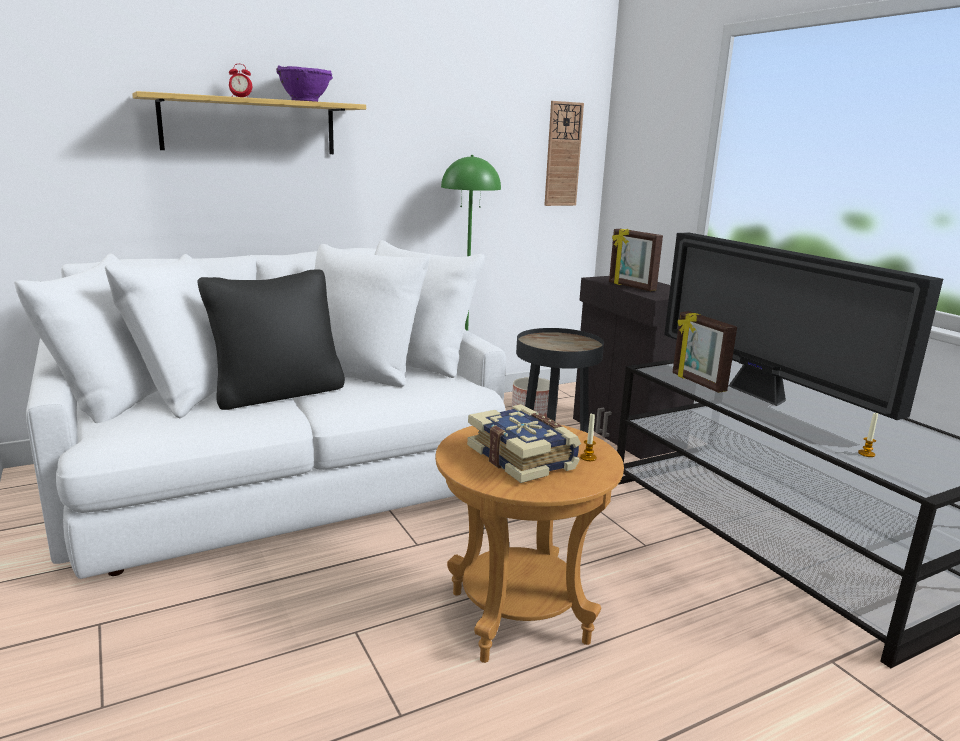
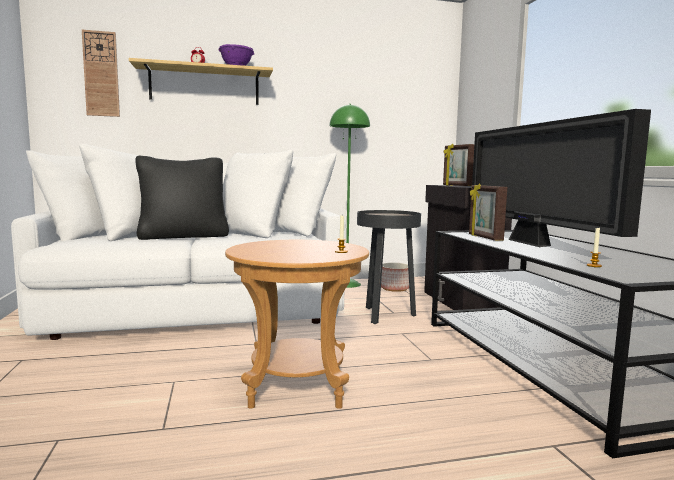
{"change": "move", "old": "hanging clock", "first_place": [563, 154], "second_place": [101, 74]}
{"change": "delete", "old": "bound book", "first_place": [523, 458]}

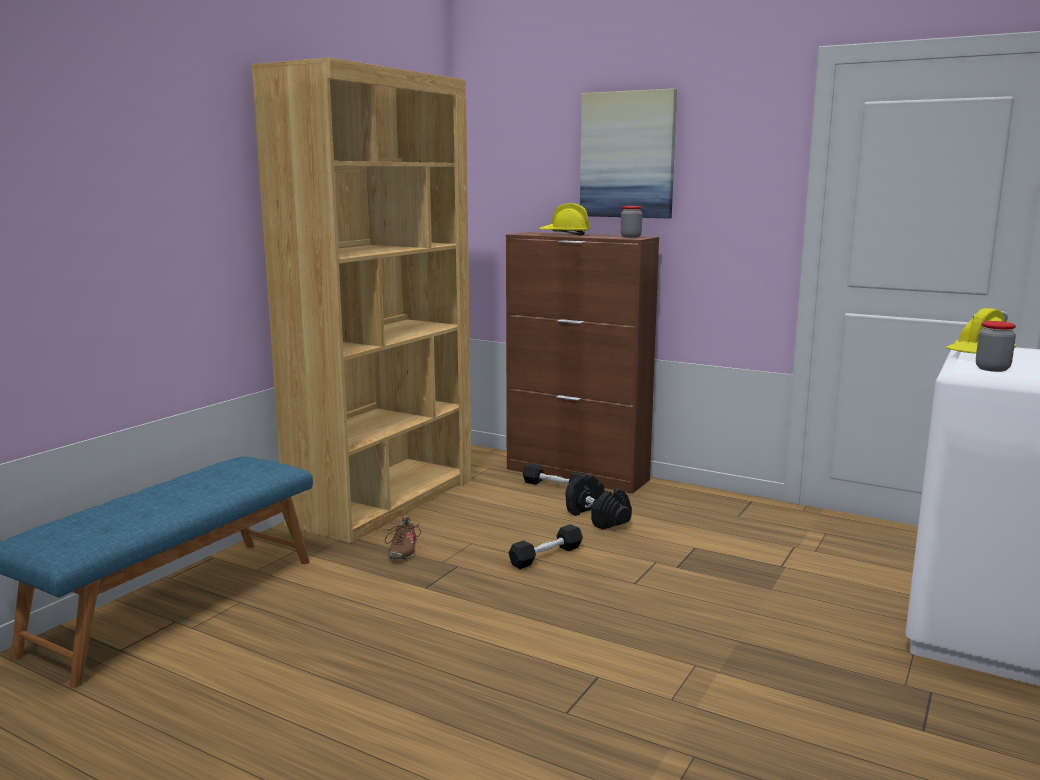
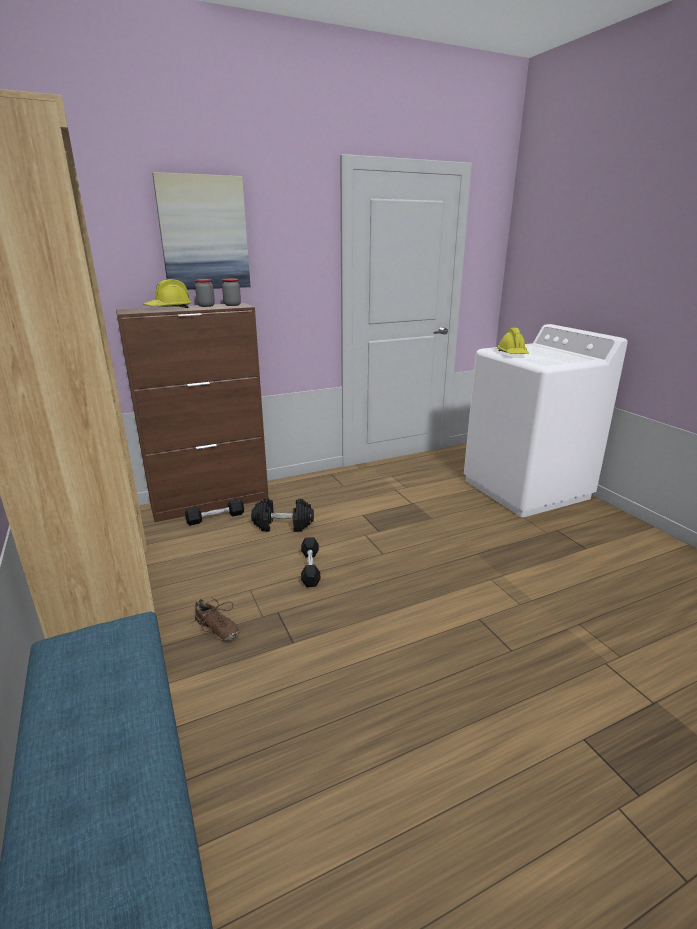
{"change": "move", "old": "storage jar", "first_place": [992, 369], "second_place": [206, 306]}

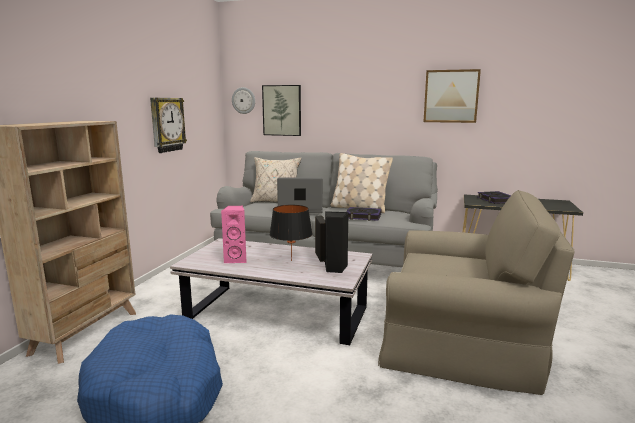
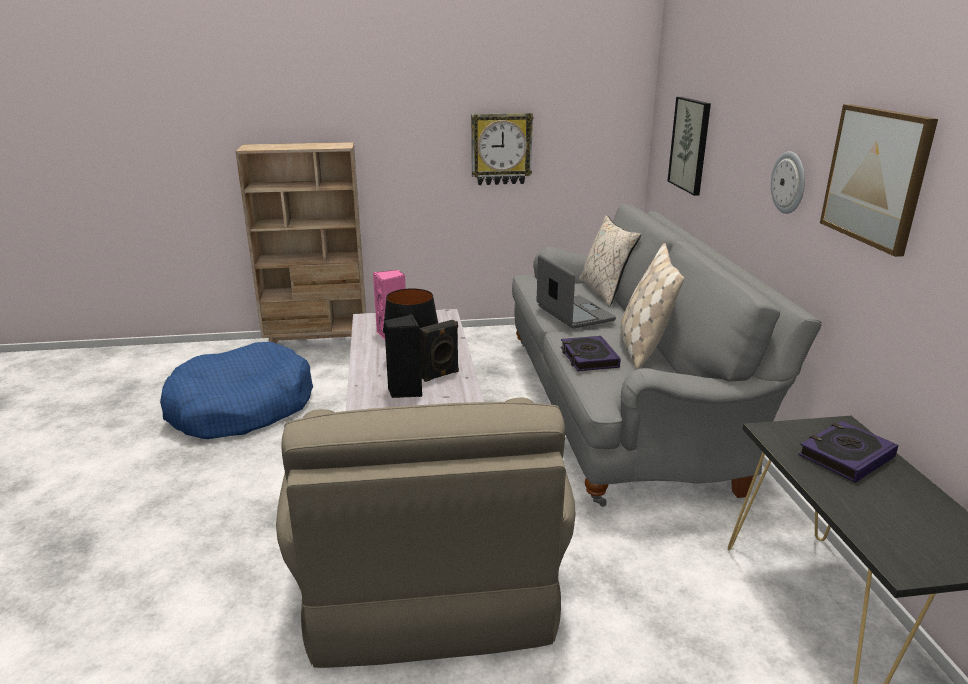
{"change": "move", "old": "hanging clock", "first_place": [243, 100], "second_place": [789, 182]}

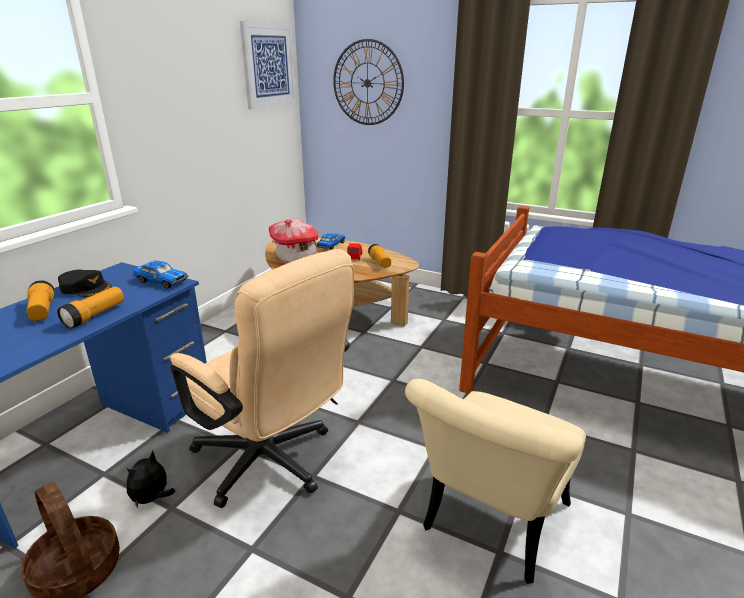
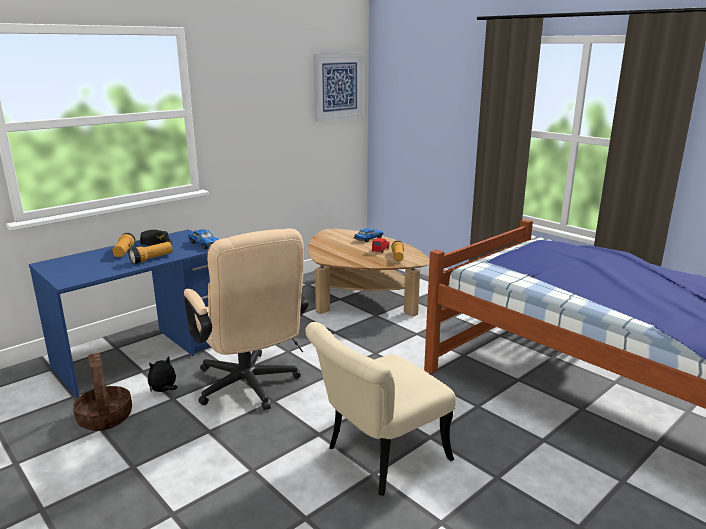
{"change": "delete", "old": "miniature house", "first_place": [296, 257]}
{"change": "delete", "old": "hanging clock", "first_place": [367, 83]}

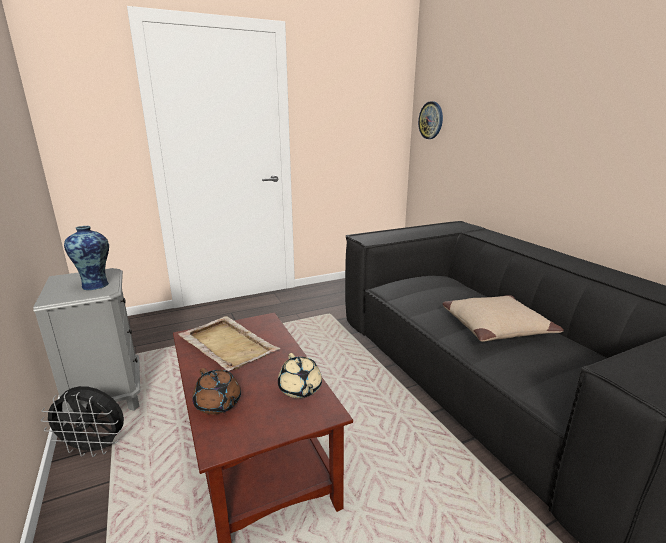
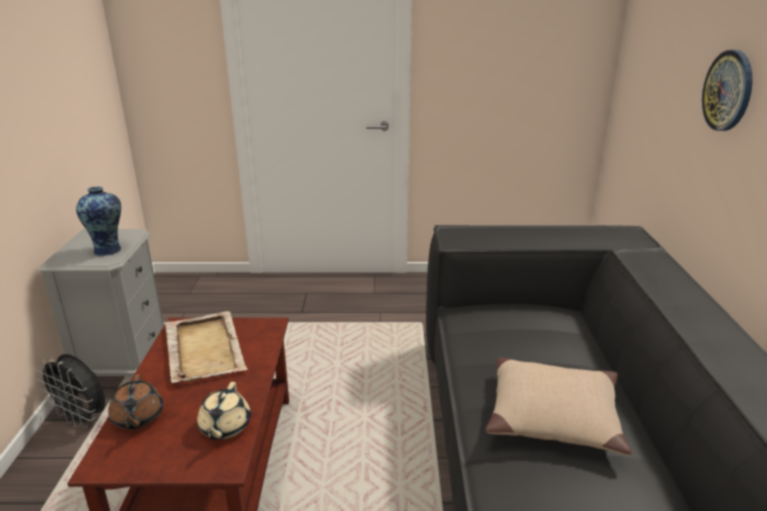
{"change": "move", "old": "hanging clock", "first_place": [431, 120], "second_place": [728, 91]}

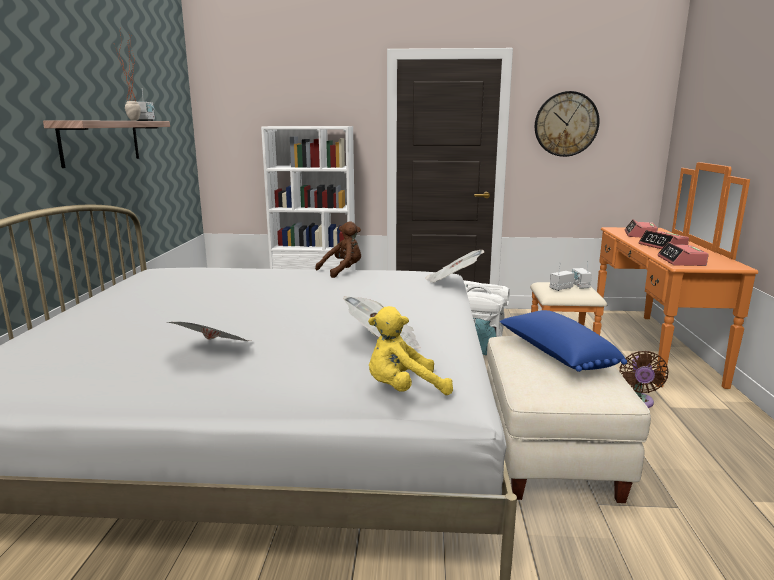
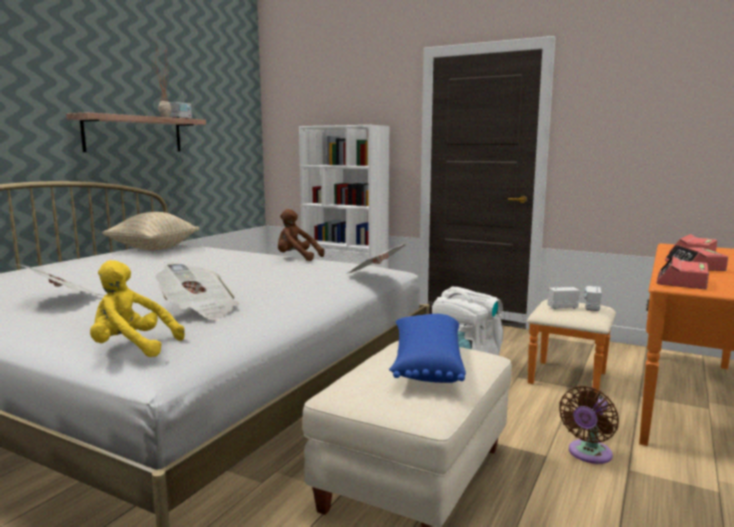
{"change": "insert", "new": "cushion (beige-coloured)", "second_place": [153, 249]}
{"change": "rotate", "old": "plush toy (brown)", "first_place": [343, 271], "second_place": [296, 258], "degrees": -150}
{"change": "delete", "old": "hanging clock", "first_place": [566, 124]}

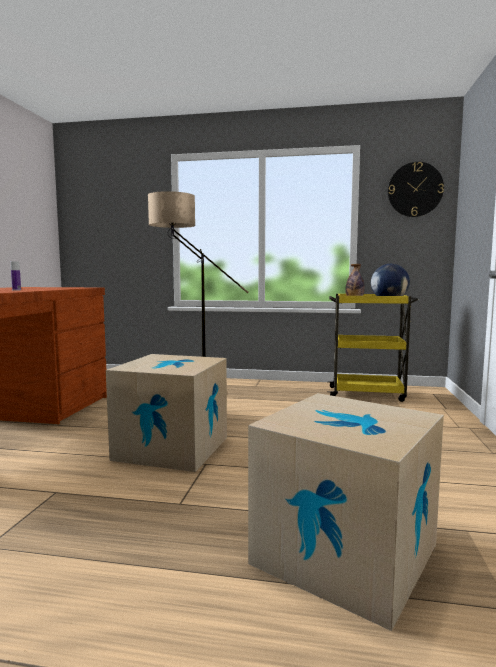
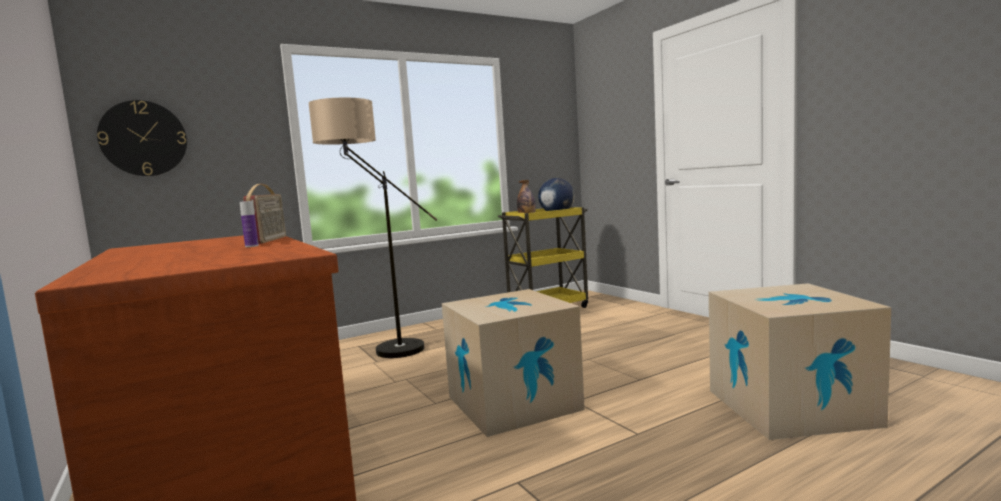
{"change": "move", "old": "hanging clock", "first_place": [415, 189], "second_place": [143, 138]}
{"change": "insert", "new": "radio", "second_place": [269, 240]}

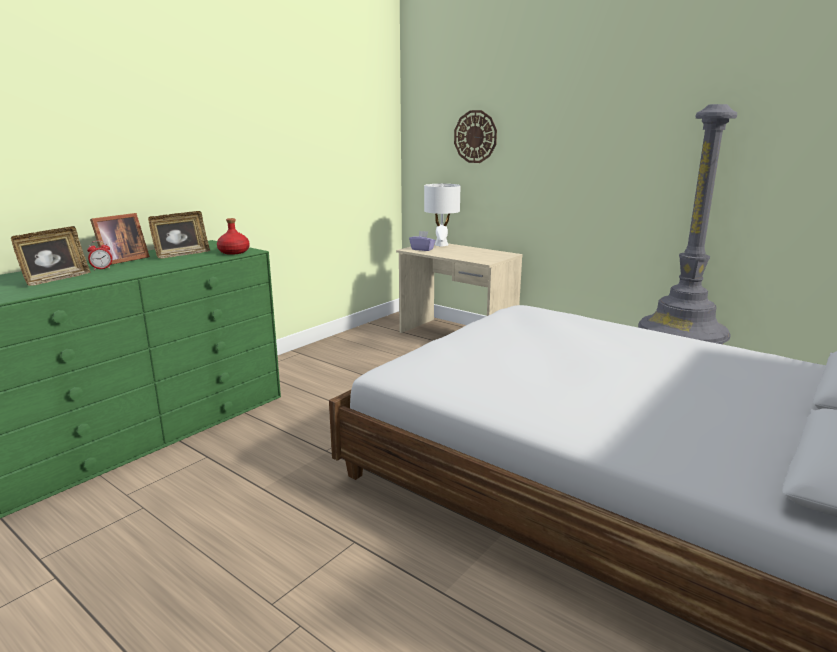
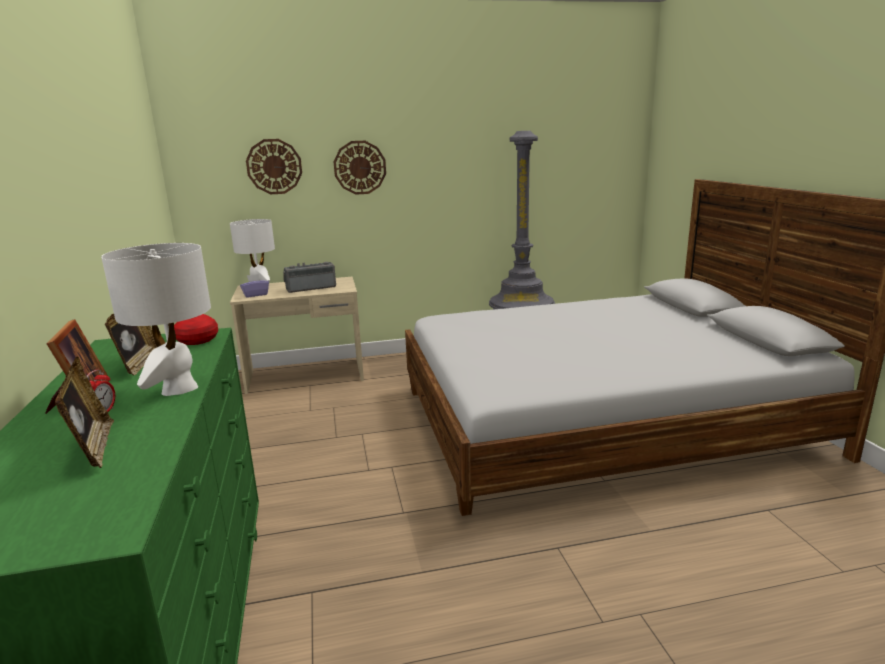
{"change": "insert", "new": "tabletop lamp (white-coloured)", "second_place": [179, 388]}
{"change": "insert", "new": "radio", "second_place": [311, 288]}
{"change": "insert", "new": "hanging clock", "second_place": [360, 167]}

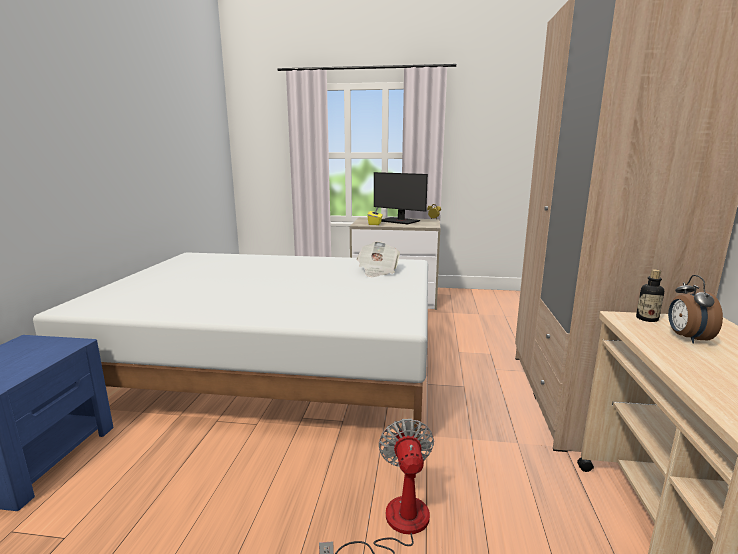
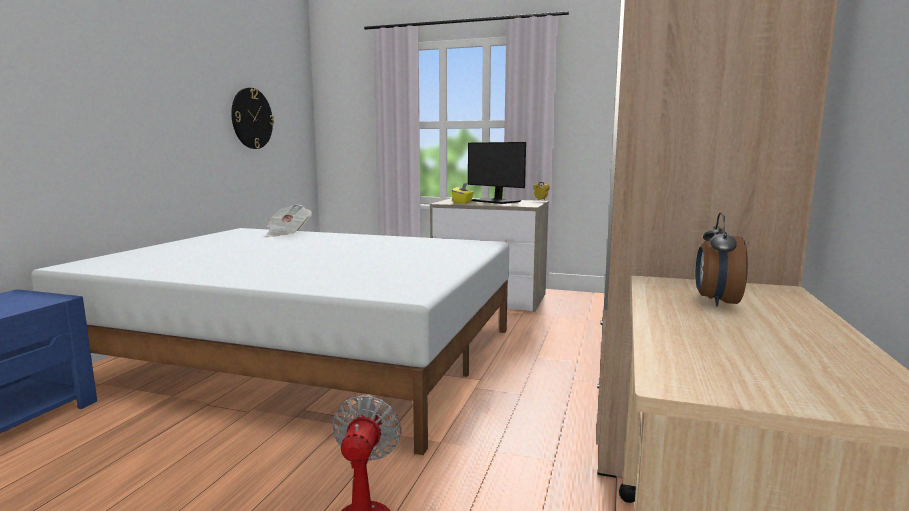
{"change": "insert", "new": "hanging clock", "second_place": [252, 118]}
{"change": "move", "old": "printed paper", "first_place": [377, 271], "second_place": [287, 233]}
{"change": "delete", "old": "bottle", "first_place": [647, 319]}

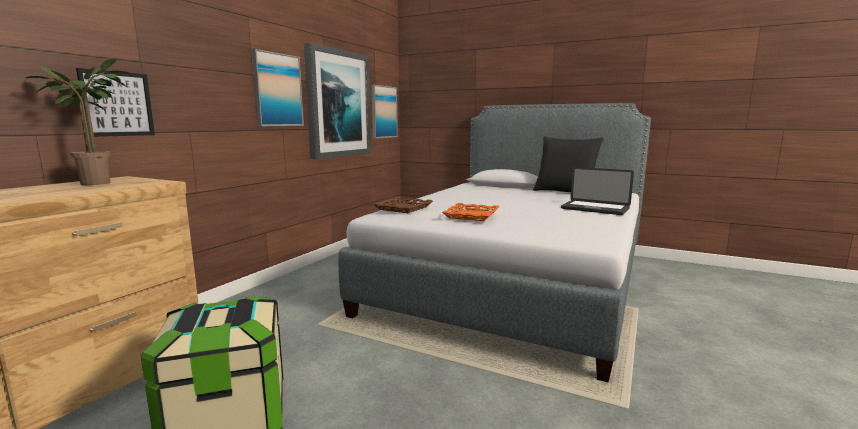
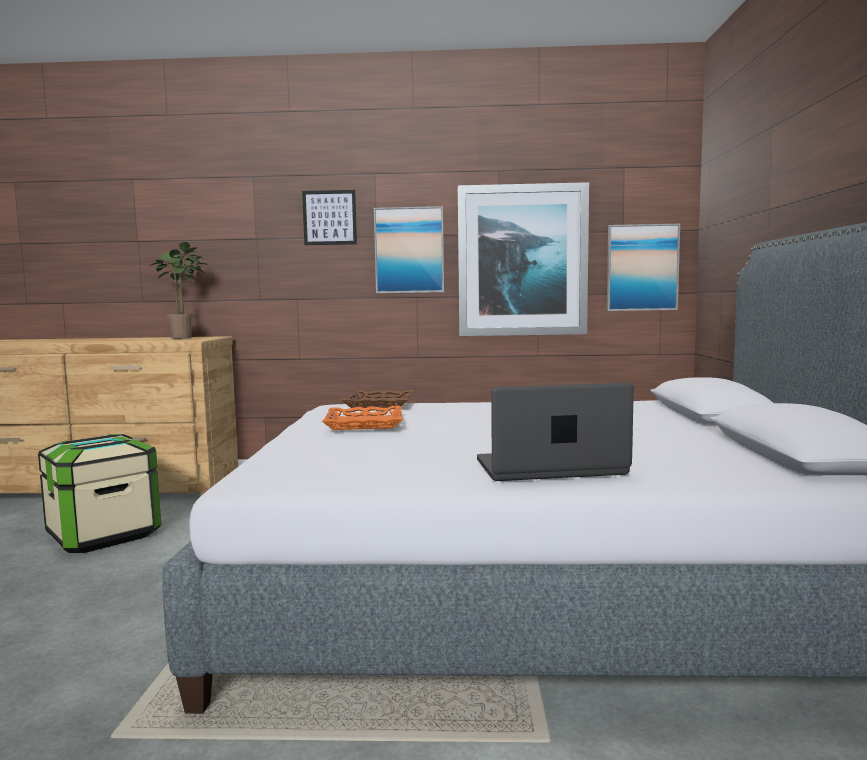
{"change": "move", "old": "wall art", "first_place": [117, 104], "second_place": [330, 217]}
{"change": "rotate", "old": "laptop", "first_place": [595, 209], "second_place": [550, 468], "degrees": 75}
{"change": "delete", "old": "cushion (black-coloured)", "first_place": [565, 192]}

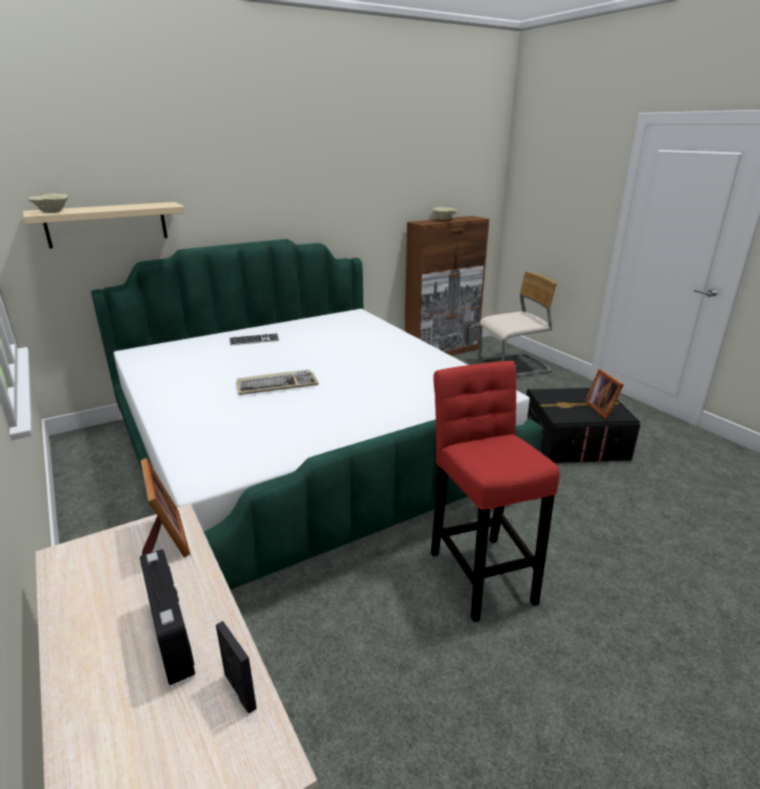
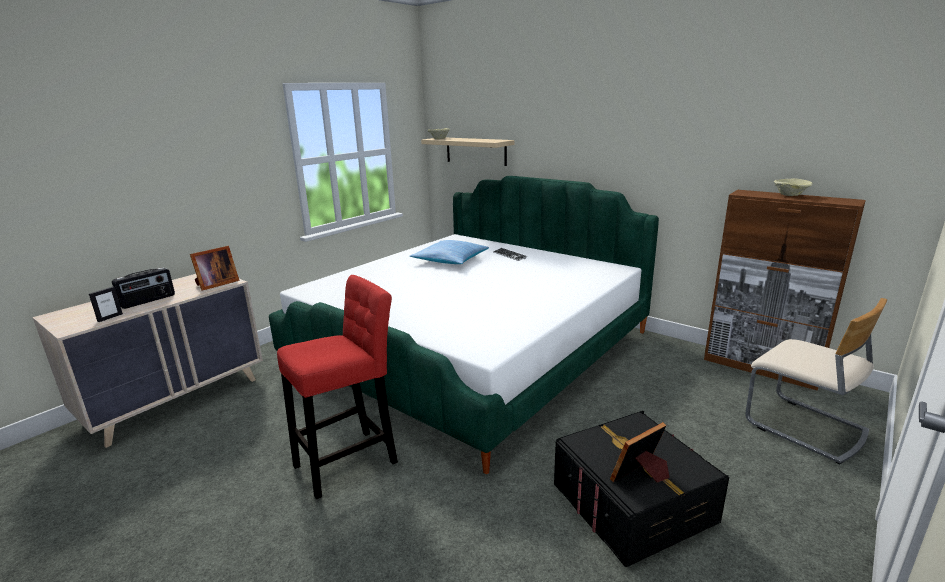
{"change": "insert", "new": "cushion", "second_place": [450, 260]}
{"change": "delete", "old": "PC keyboard", "first_place": [277, 385]}

